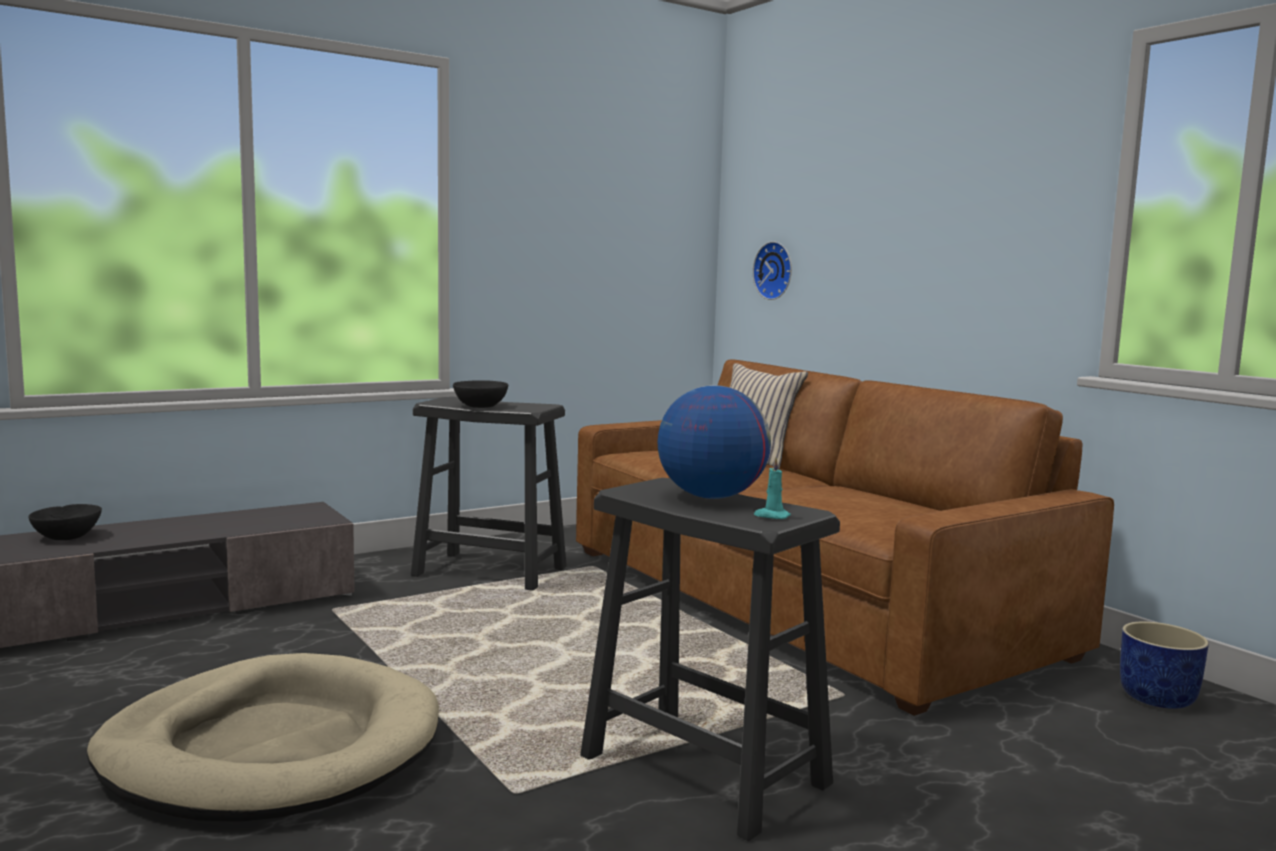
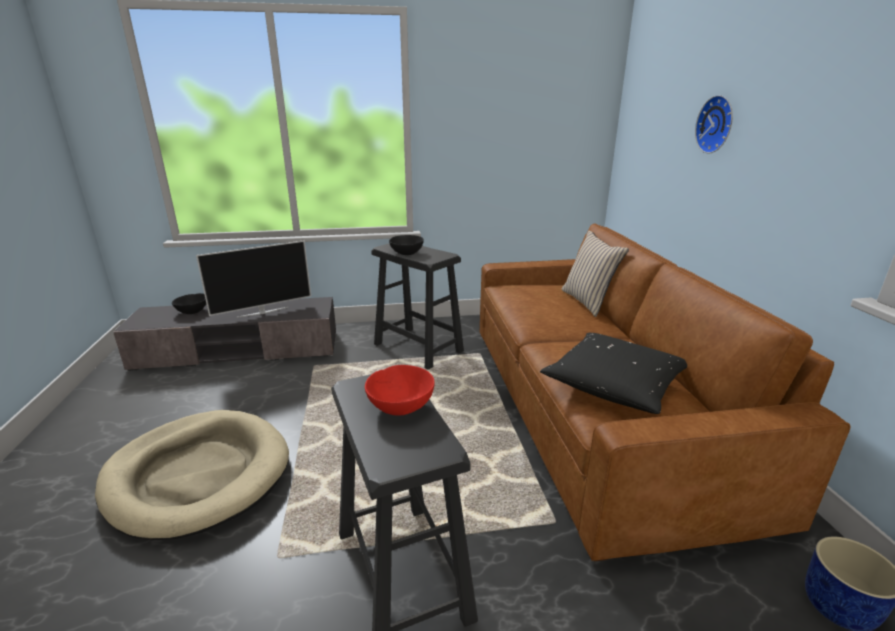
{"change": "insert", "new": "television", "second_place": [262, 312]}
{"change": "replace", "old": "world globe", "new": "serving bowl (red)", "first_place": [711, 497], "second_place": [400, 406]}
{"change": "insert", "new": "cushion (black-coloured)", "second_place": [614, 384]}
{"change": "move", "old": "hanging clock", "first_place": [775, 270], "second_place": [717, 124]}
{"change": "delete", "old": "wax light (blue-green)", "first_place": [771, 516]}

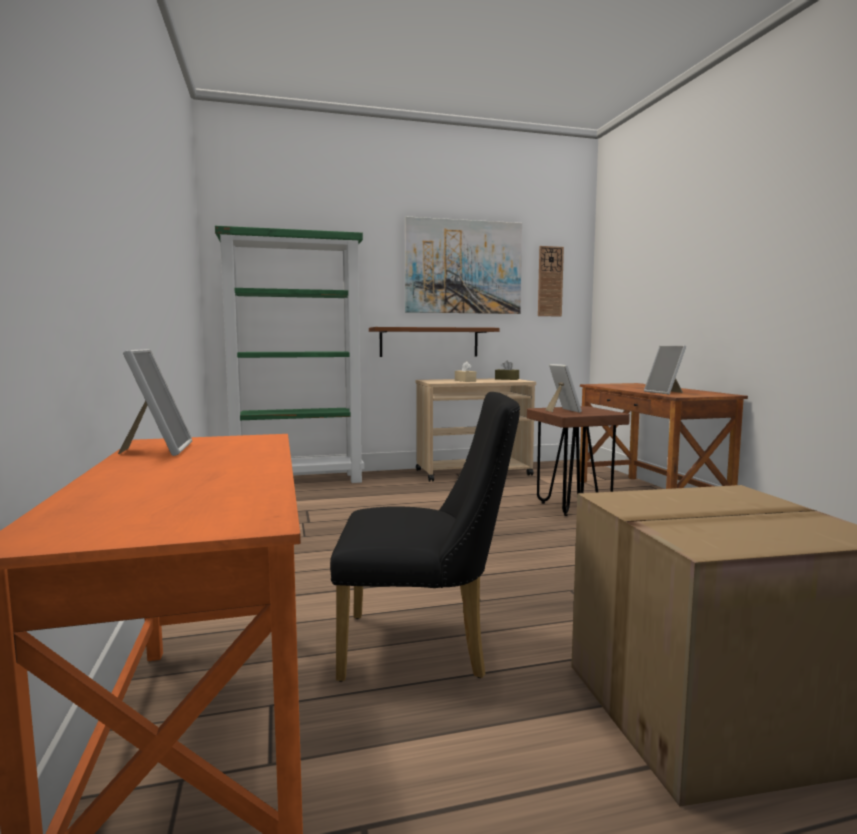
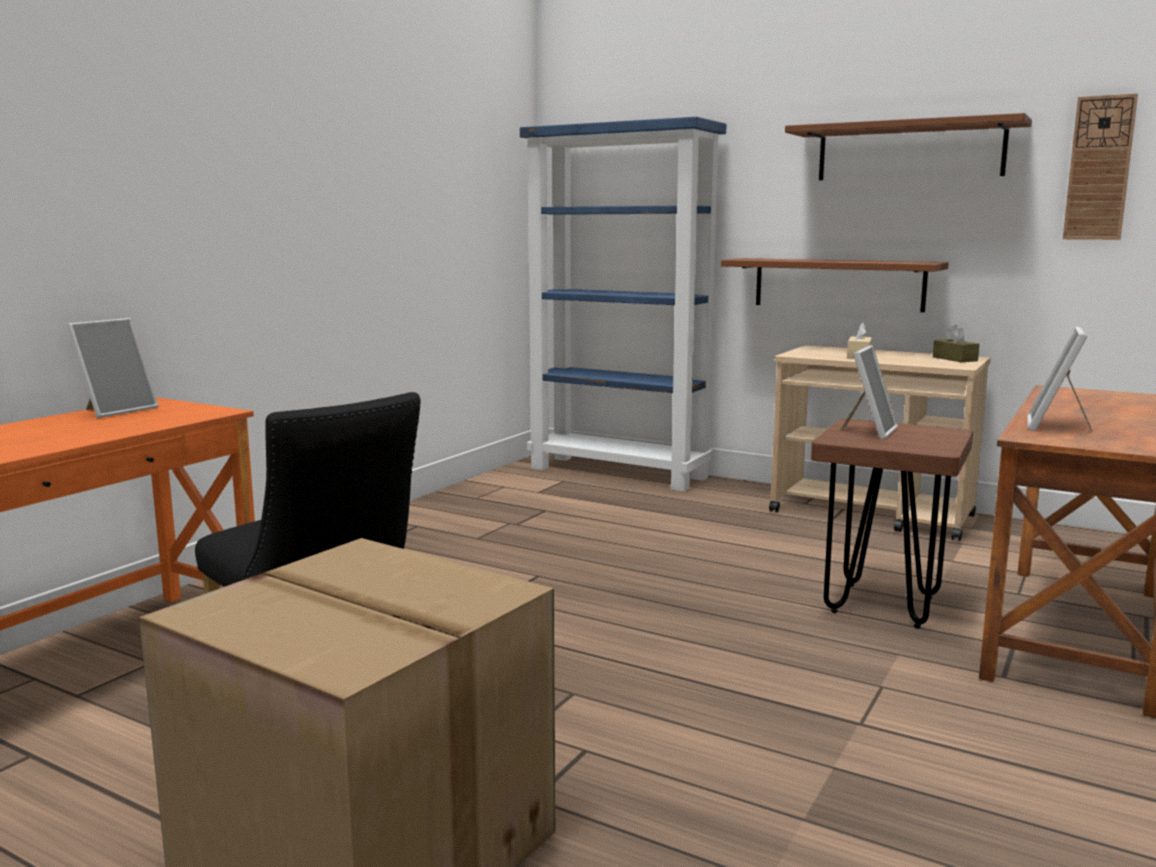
{"change": "recolor", "old": "bookcase (green-coloured)", "new": "bookcase (blue-coloured)", "first_place": [299, 481], "second_place": [620, 473]}
{"change": "replace", "old": "wall art", "new": "shelf (brown)", "first_place": [463, 267], "second_place": [909, 151]}

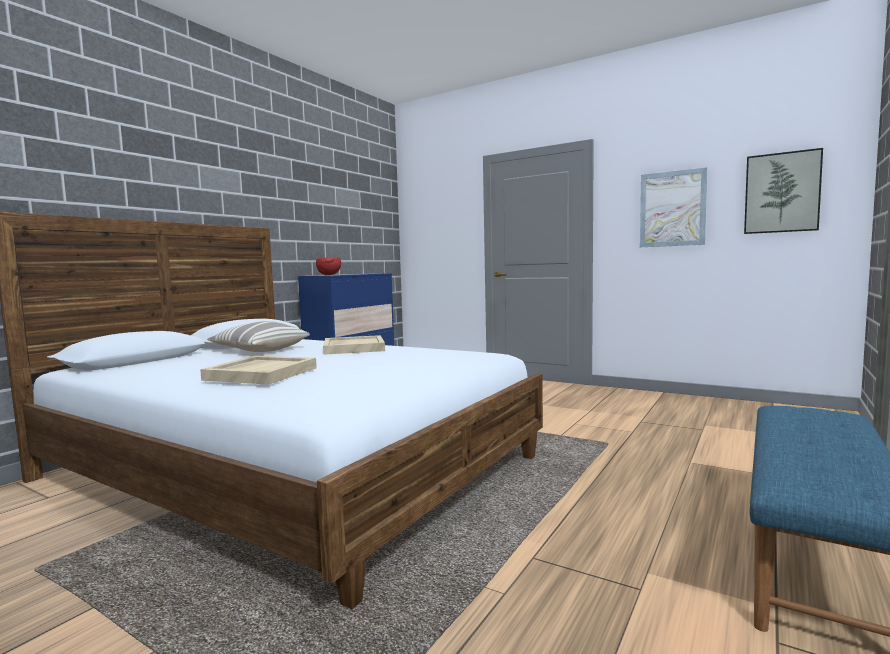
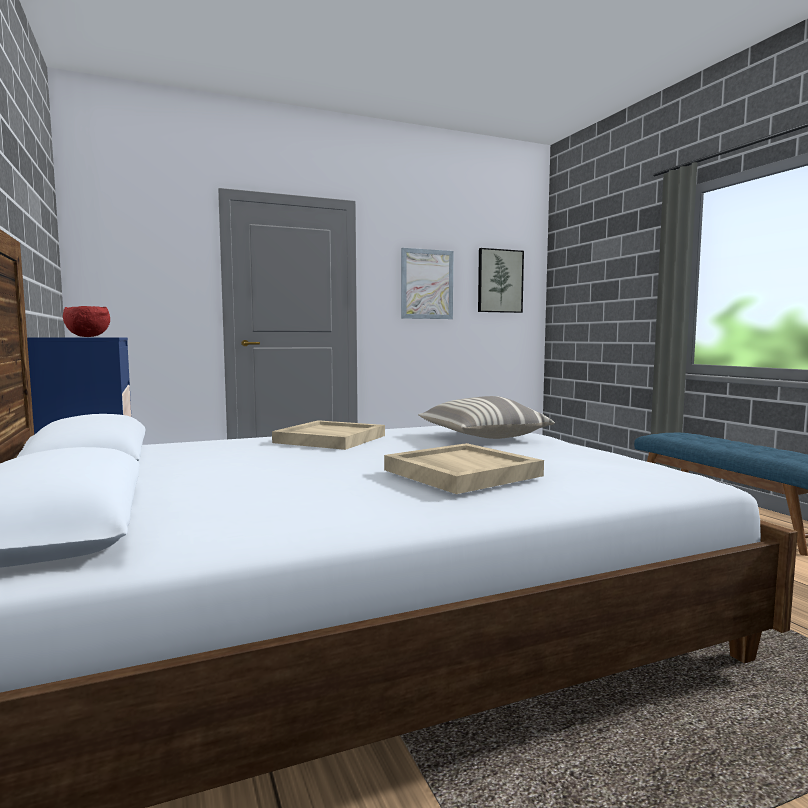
{"change": "move", "old": "cushion", "first_place": [260, 350], "second_place": [482, 438]}

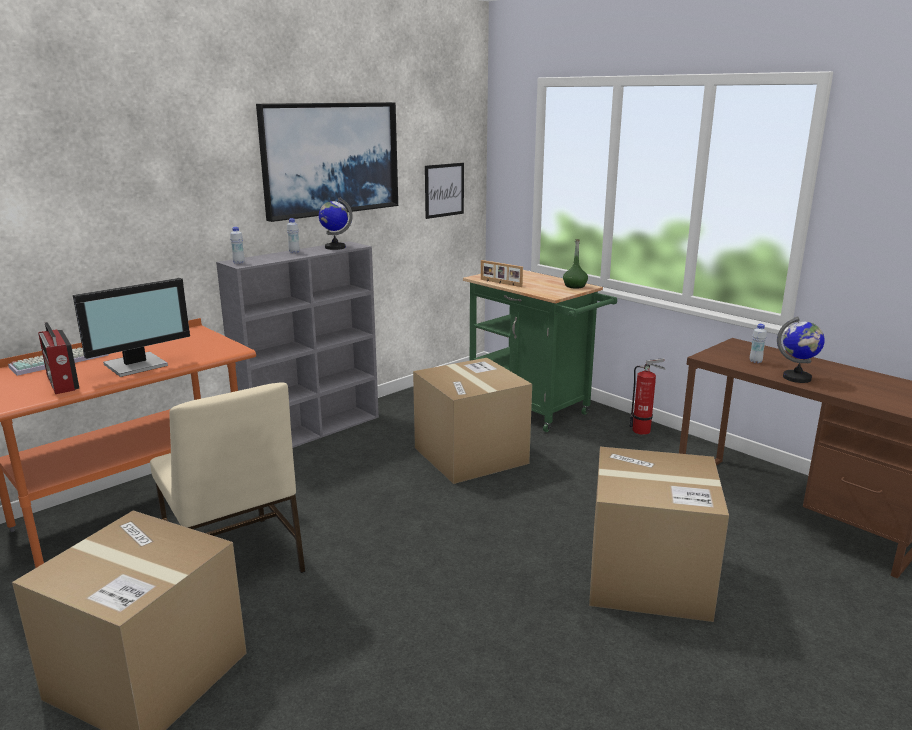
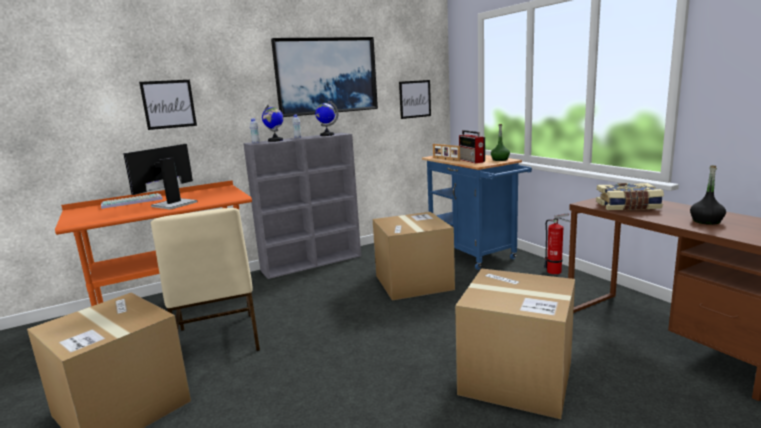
{"change": "rotate", "old": "computer screen", "first_place": [137, 365], "second_place": [172, 204], "degrees": 150}
{"change": "insert", "new": "wall art", "second_place": [168, 104]}
{"change": "move", "old": "world globe", "first_place": [797, 378], "second_place": [275, 140]}
{"change": "recolor", "old": "cart (green-coloured)", "new": "cart (blue-coloured)", "first_place": [533, 409], "second_place": [474, 254]}
{"change": "move", "old": "radio", "first_place": [62, 383], "second_place": [472, 160]}
{"change": "replace", "old": "bottle (white-coloured)", "new": "bound book", "first_place": [755, 361], "second_place": [628, 206]}
{"change": "insert", "new": "bottle (black-coloured)", "second_place": [706, 221]}

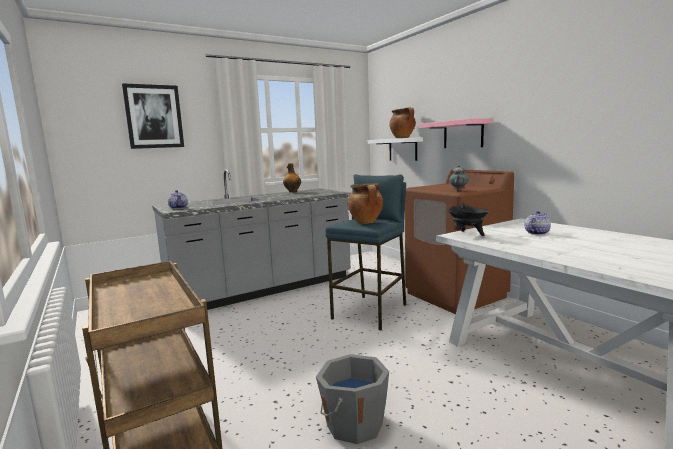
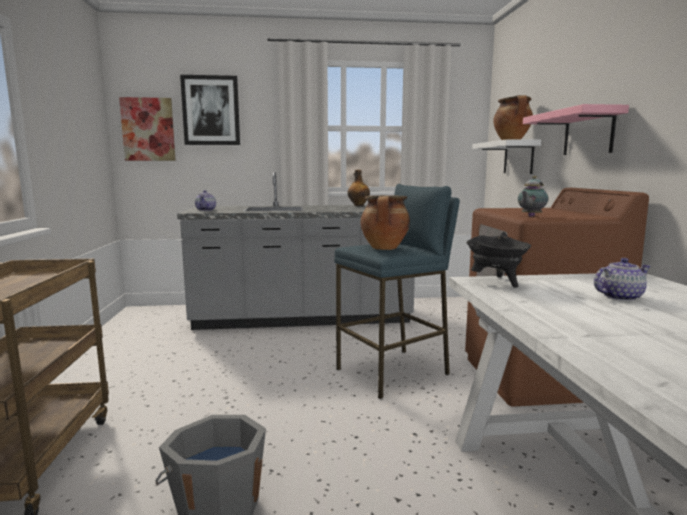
{"change": "insert", "new": "wall art", "second_place": [148, 129]}

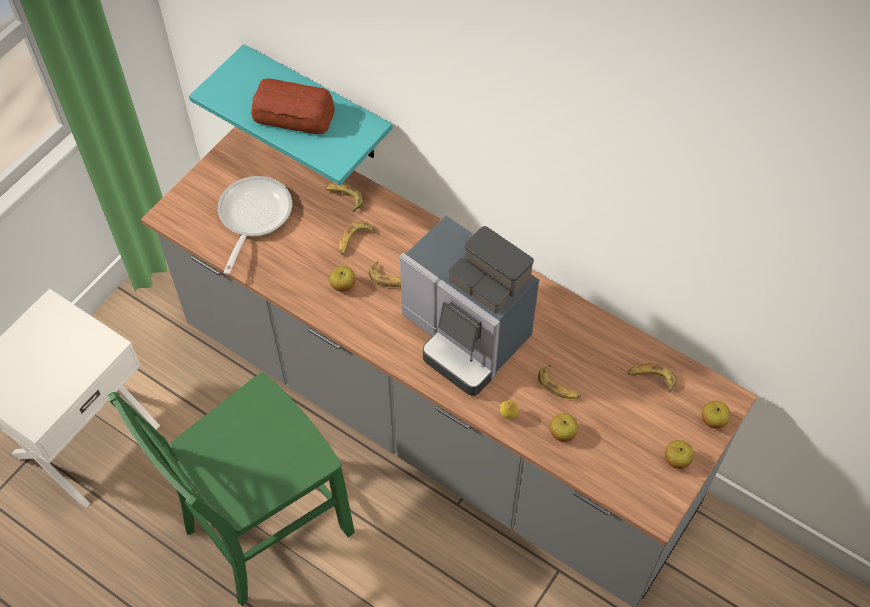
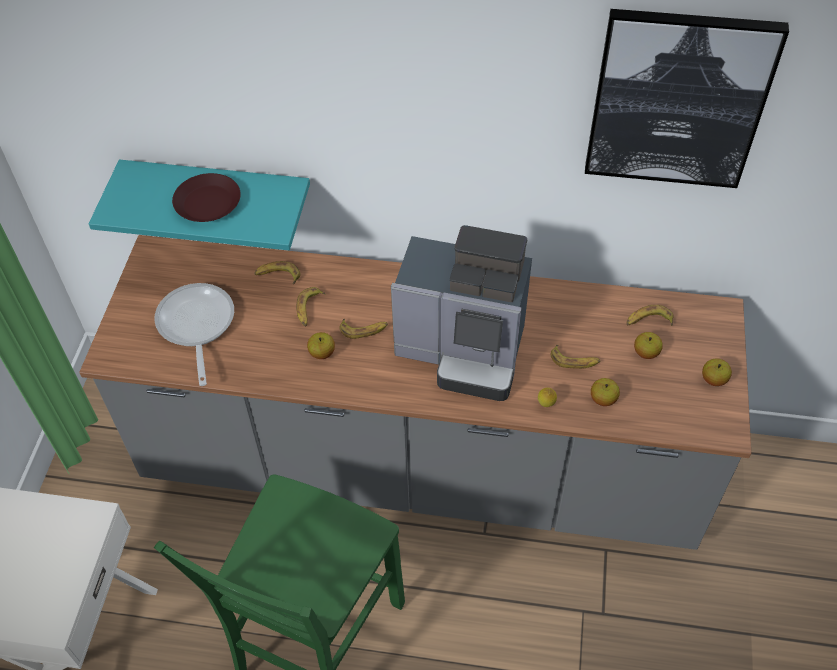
{"change": "replace", "old": "baked bread", "new": "dinner plate (brown)", "first_place": [294, 115], "second_place": [208, 203]}
{"change": "insert", "new": "wall art", "second_place": [678, 99]}
{"change": "move", "old": "apple fruit", "first_place": [713, 420], "second_place": [646, 353]}

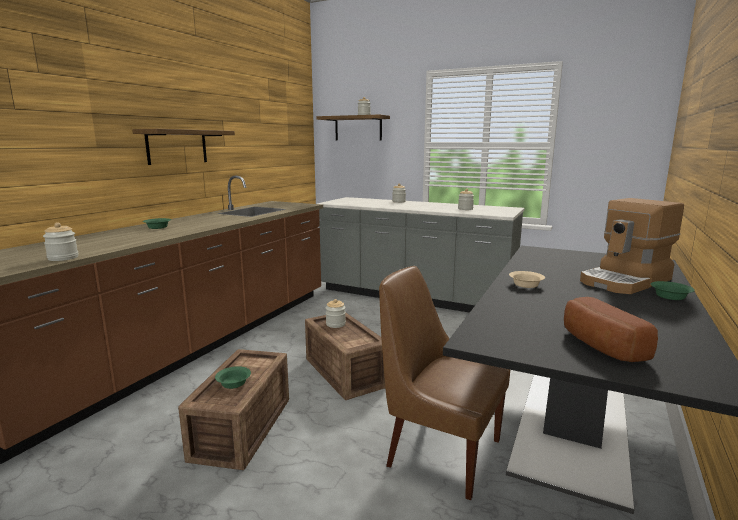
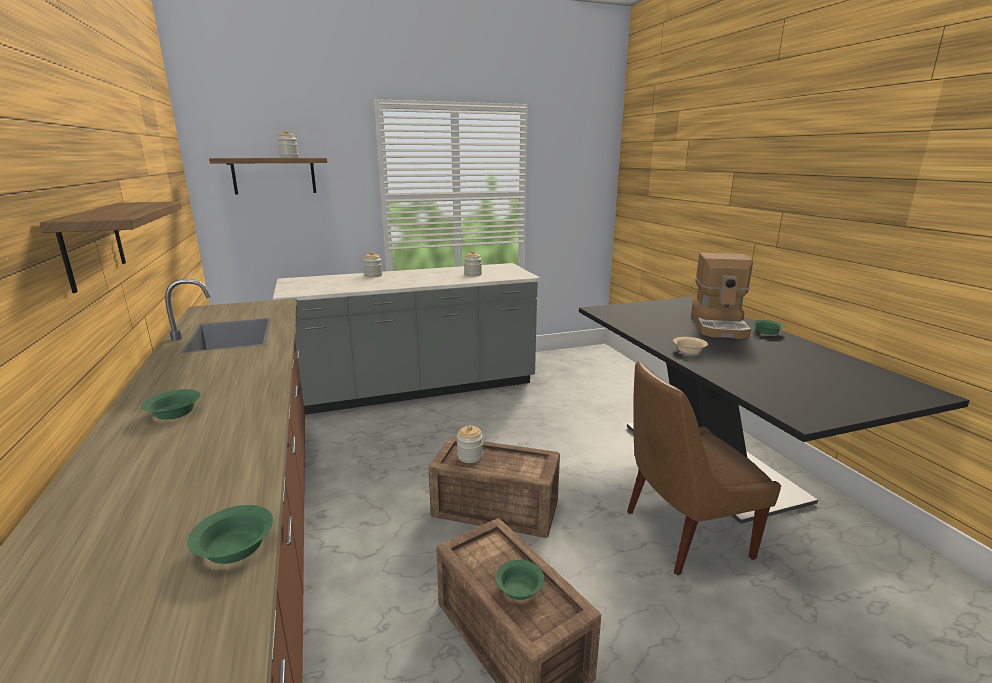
{"change": "replace", "old": "storage jar", "new": "serving bowl (green-coloured)", "first_place": [63, 258], "second_place": [234, 546]}
{"change": "delete", "old": "baked bread", "first_place": [598, 346]}

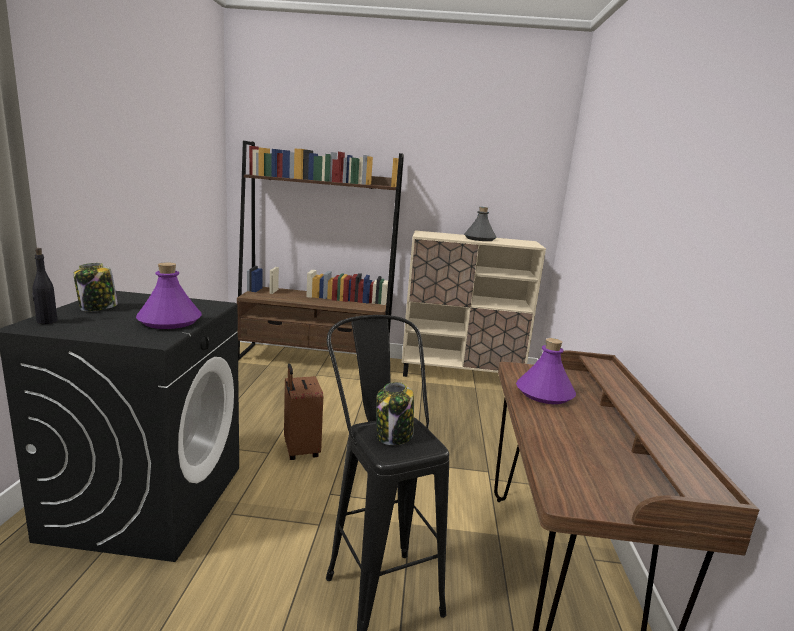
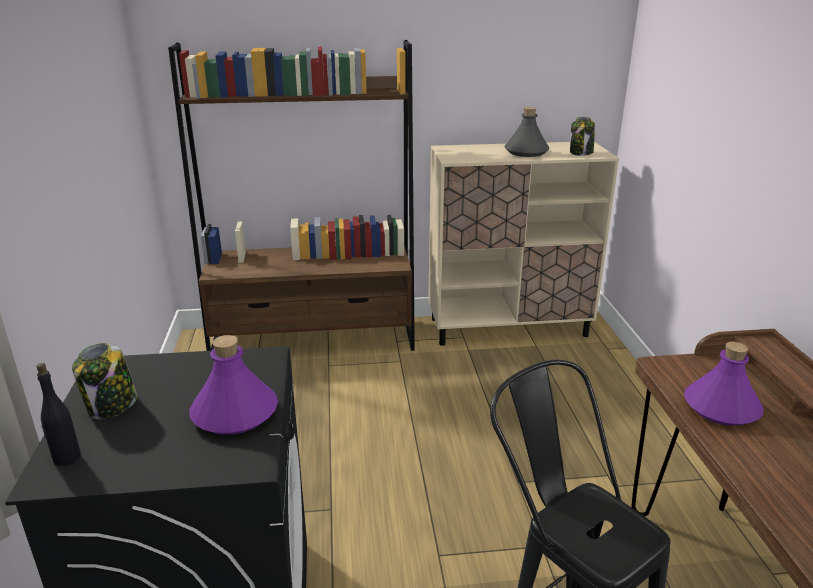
{"change": "move", "old": "storage jar", "first_place": [394, 436], "second_place": [581, 153]}
{"change": "delete", "old": "travel case (brown)", "first_place": [300, 450]}

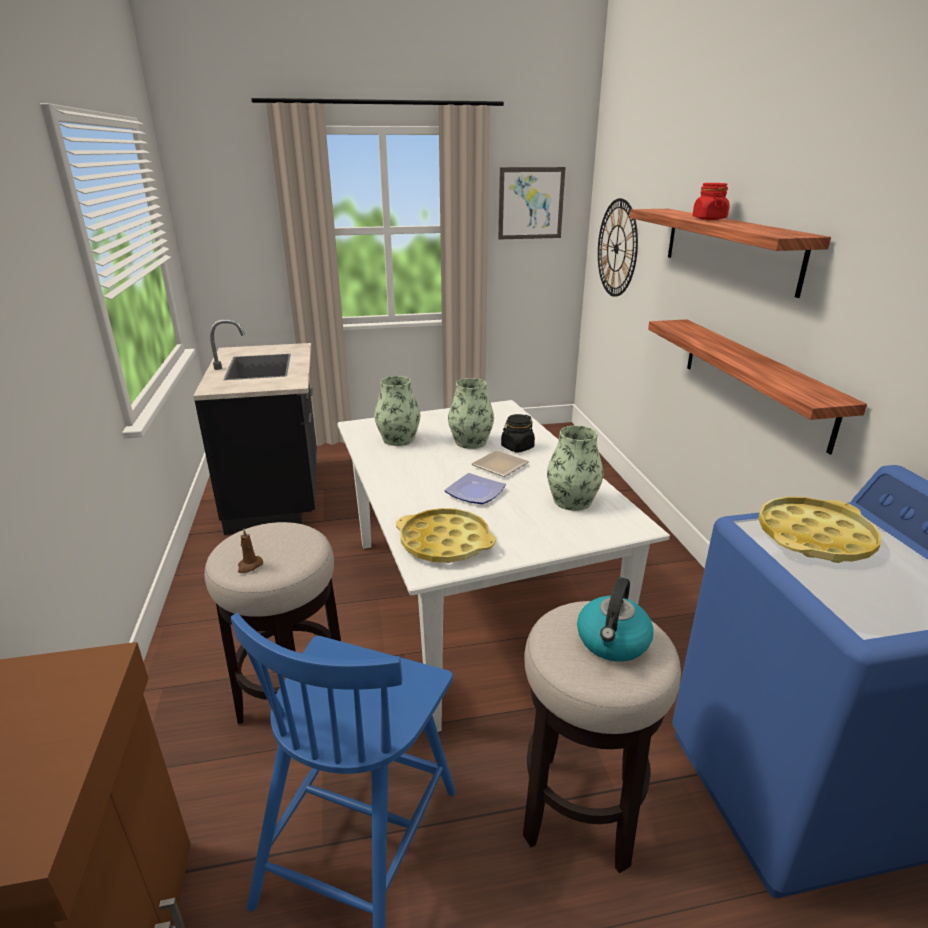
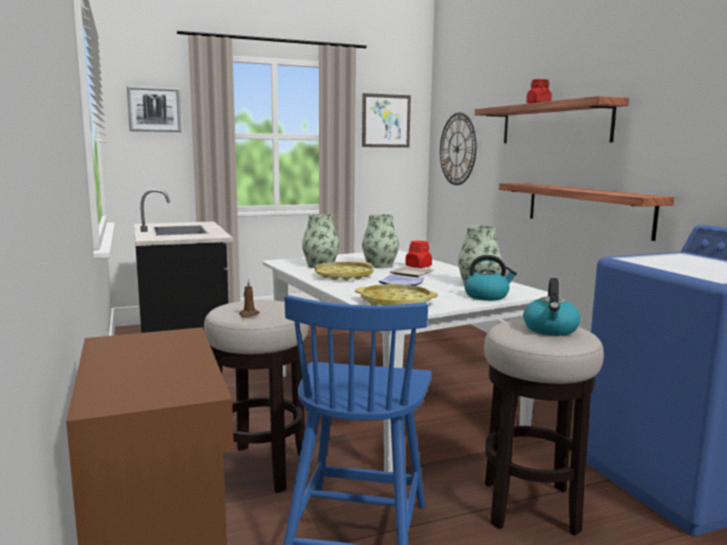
{"change": "insert", "new": "wall art", "second_place": [154, 109]}
{"change": "move", "old": "carrying tray (yellow-coloured)", "first_place": [814, 537], "second_place": [344, 276]}
{"change": "recolor", "old": "storage jar (black-coloured)", "new": "storage jar (red)", "first_place": [517, 447], "second_place": [418, 266]}
{"change": "insert", "new": "kettle", "second_place": [487, 296]}

